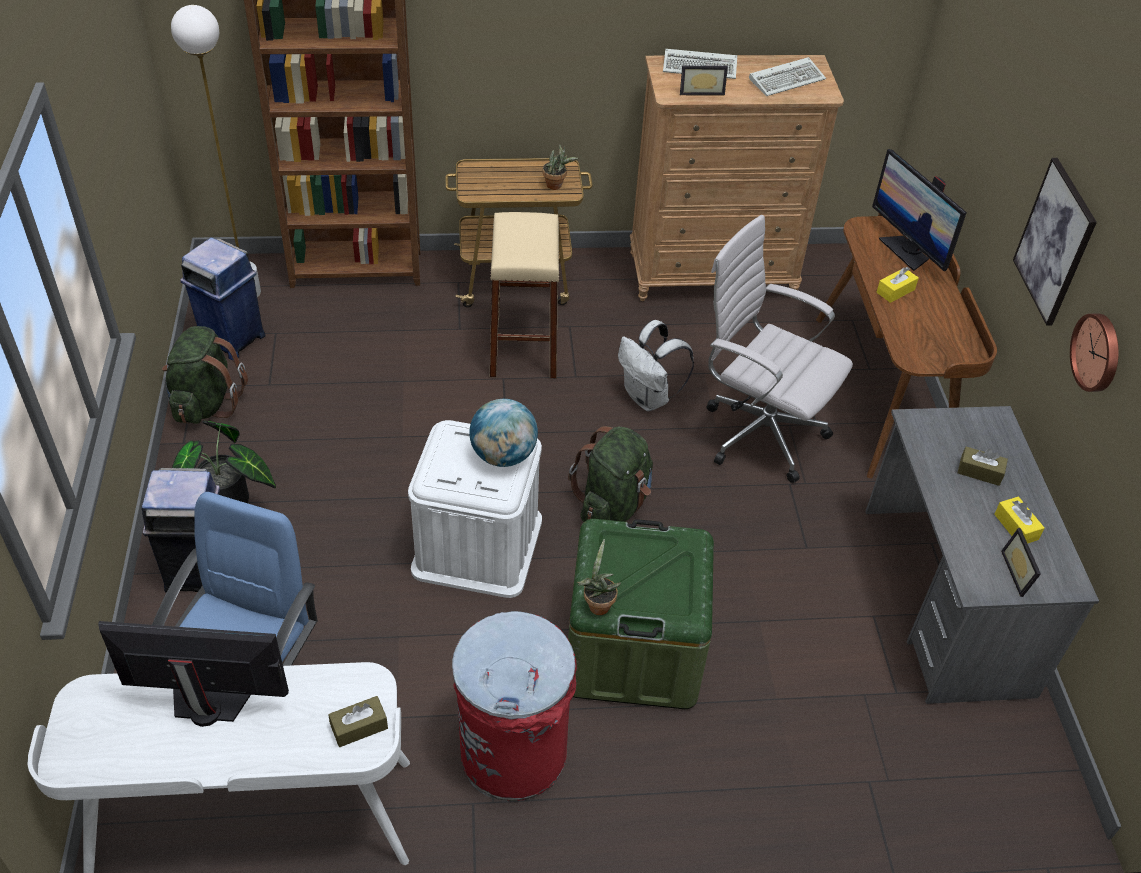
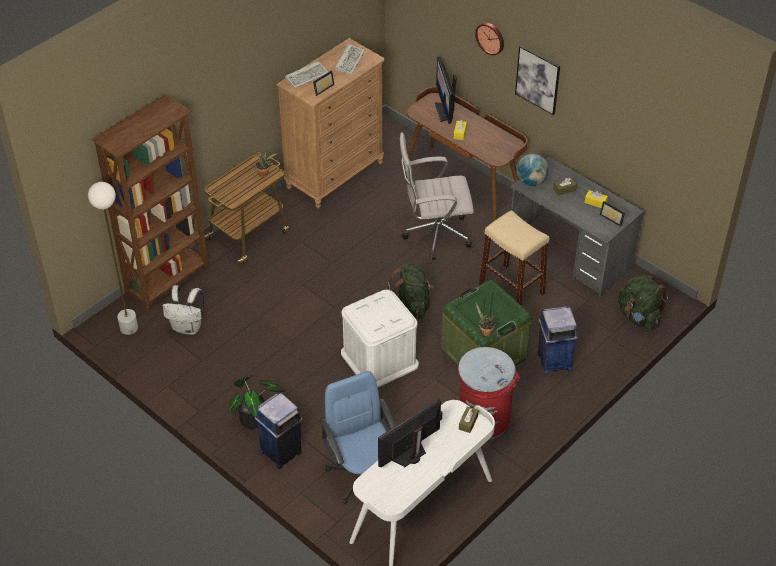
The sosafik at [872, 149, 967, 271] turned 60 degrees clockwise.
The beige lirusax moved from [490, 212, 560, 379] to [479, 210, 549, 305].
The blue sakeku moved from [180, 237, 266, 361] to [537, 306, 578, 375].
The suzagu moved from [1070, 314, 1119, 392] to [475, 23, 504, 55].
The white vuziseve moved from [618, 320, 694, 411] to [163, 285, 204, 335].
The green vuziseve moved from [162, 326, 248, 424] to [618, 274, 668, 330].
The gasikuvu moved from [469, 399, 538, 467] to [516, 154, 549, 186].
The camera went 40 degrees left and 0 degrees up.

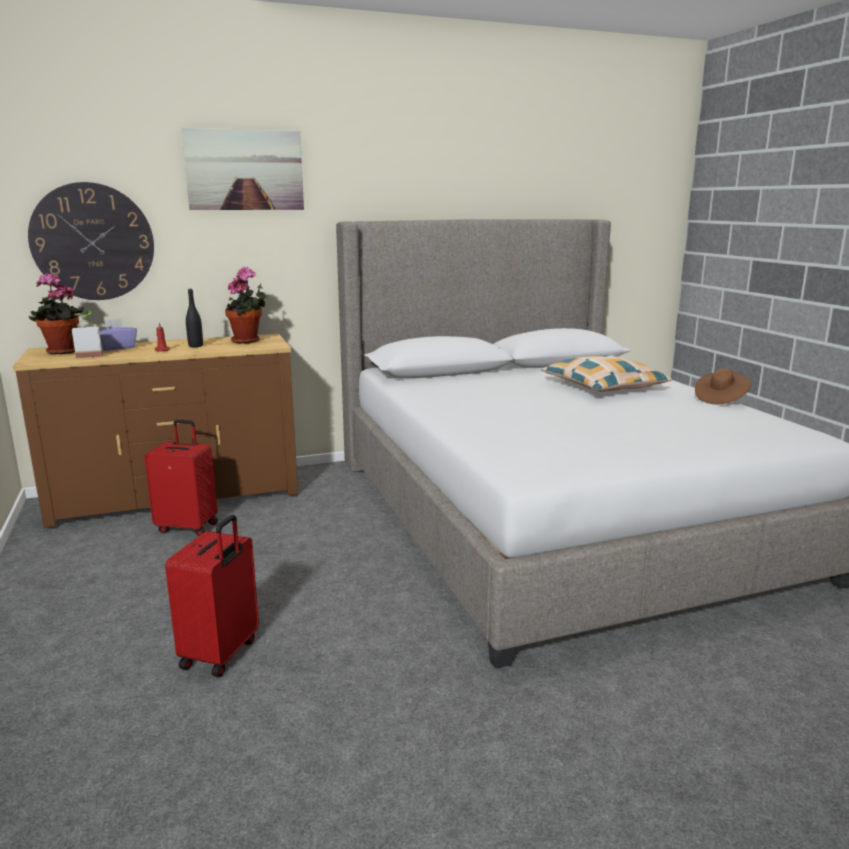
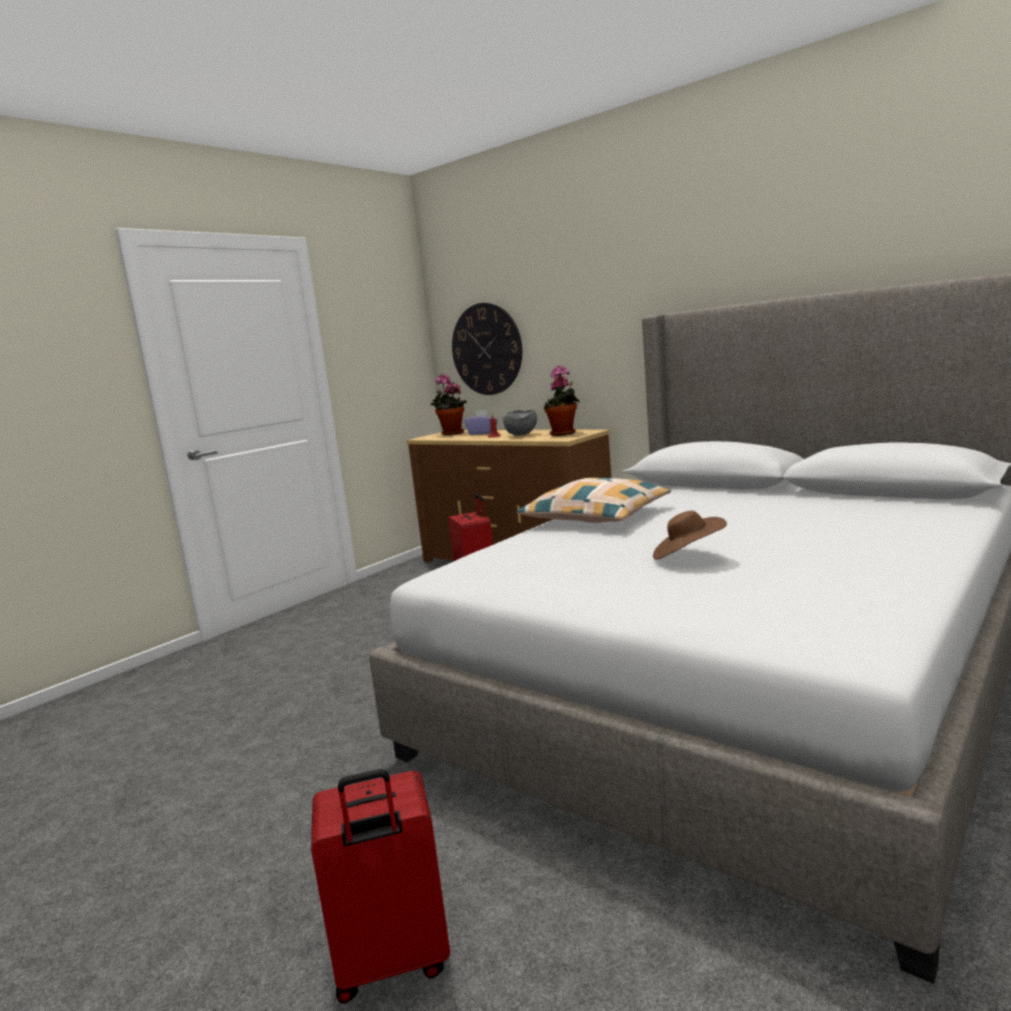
The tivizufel at [182, 128, 304, 210] disappeared.
The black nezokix at [186, 289, 203, 347] was replaced by the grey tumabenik at [503, 409, 537, 436].
The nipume at [72, 311, 103, 358] disappeared.
The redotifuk moved from [541, 355, 672, 392] to [516, 478, 671, 523].
The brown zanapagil moved from [695, 368, 752, 404] to [653, 511, 727, 559].
The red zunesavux moved from [165, 515, 259, 677] to [311, 769, 450, 1003].
The camera went 60 degrees right and 5 degrees down.

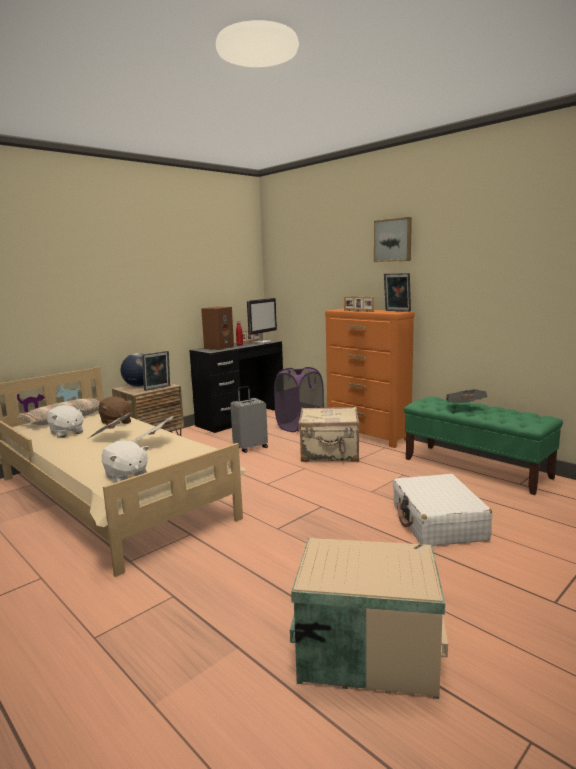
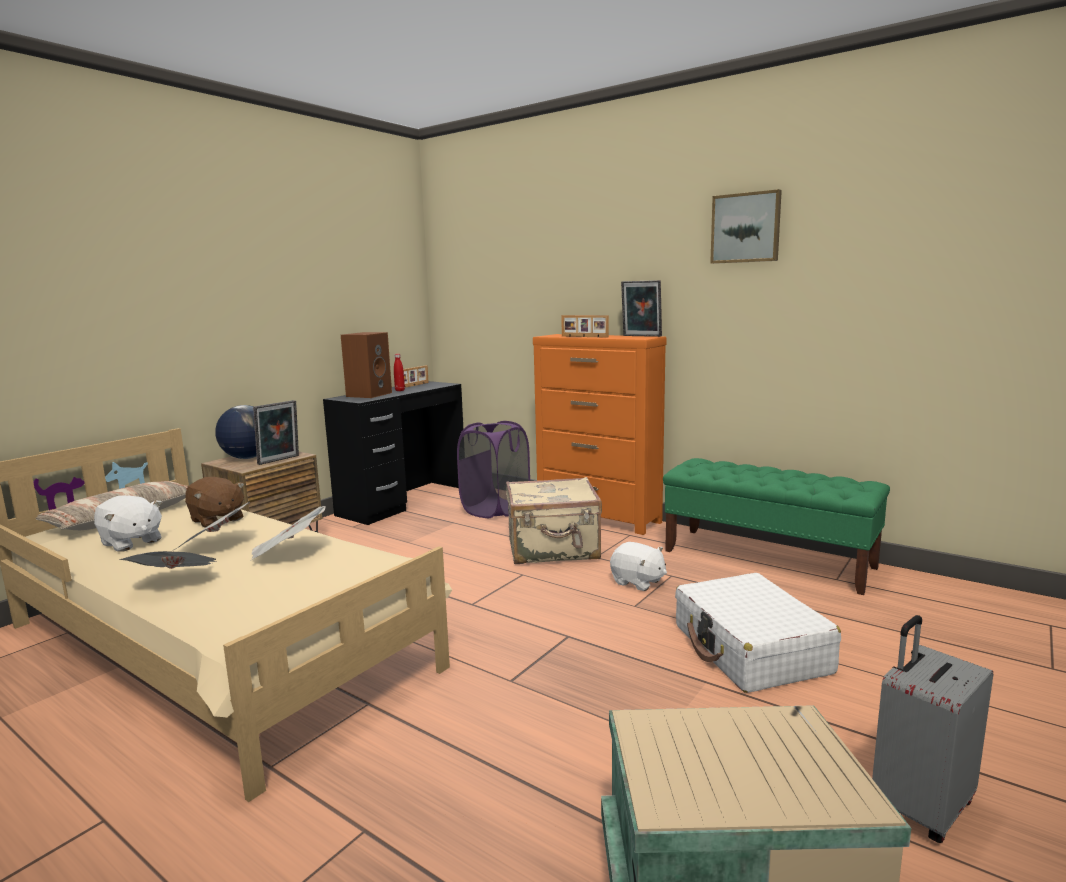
The tivizufel moved from [374, 217, 412, 262] to [710, 189, 782, 264].
The sosafik at [247, 298, 277, 344] disappeared.
The grey zunesavux moved from [230, 386, 268, 453] to [872, 615, 993, 843].
The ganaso moved from [446, 389, 487, 403] to [119, 551, 217, 569].
The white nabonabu moved from [102, 440, 149, 483] to [610, 542, 667, 591].
The camera went 10 degrees left and 0 degrees up.

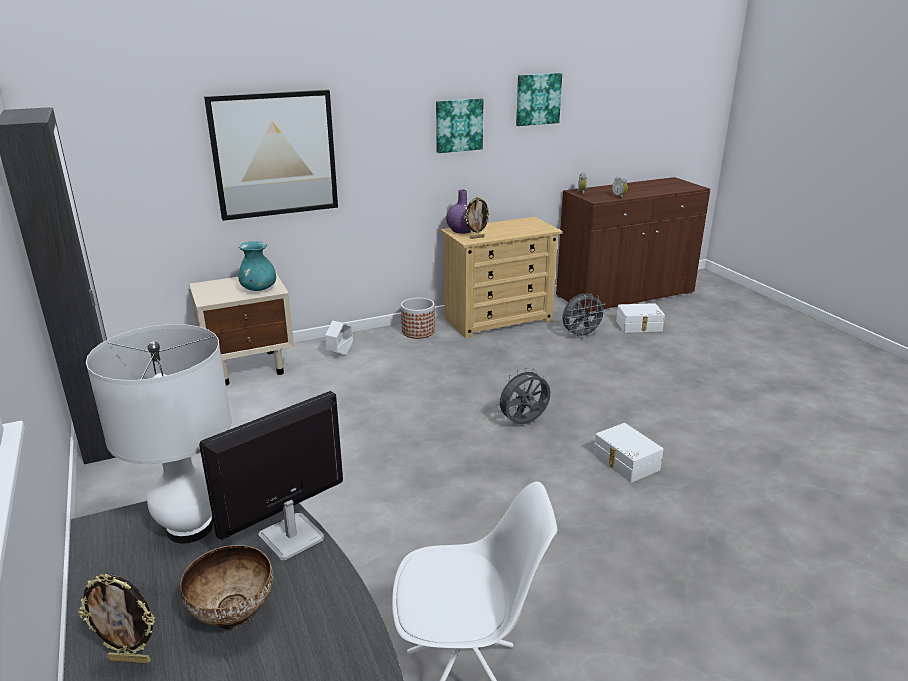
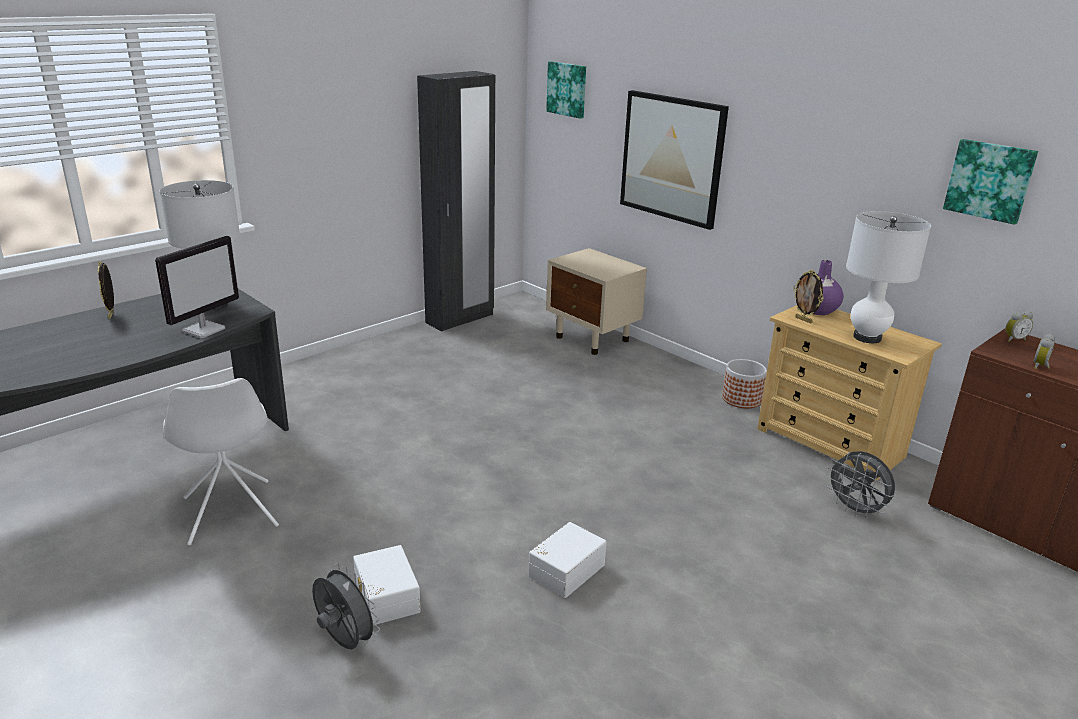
The tivizufel moved from [436, 98, 484, 153] to [546, 61, 586, 119].
The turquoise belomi at [238, 241, 276, 291] disappeared.
The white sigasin moved from [616, 303, 665, 333] to [353, 545, 421, 625].
The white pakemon at [325, 321, 353, 355] disappeared.
The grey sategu moved from [495, 368, 551, 424] to [312, 563, 380, 650].
The sosafik at [199, 391, 343, 560] turned 90 degrees clockwise.
The tumabenik at [180, 545, 273, 630] disappeared.
The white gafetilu at [846, 211, 931, 343] appeared.
The camera went 70 degrees right and 0 degrees up.

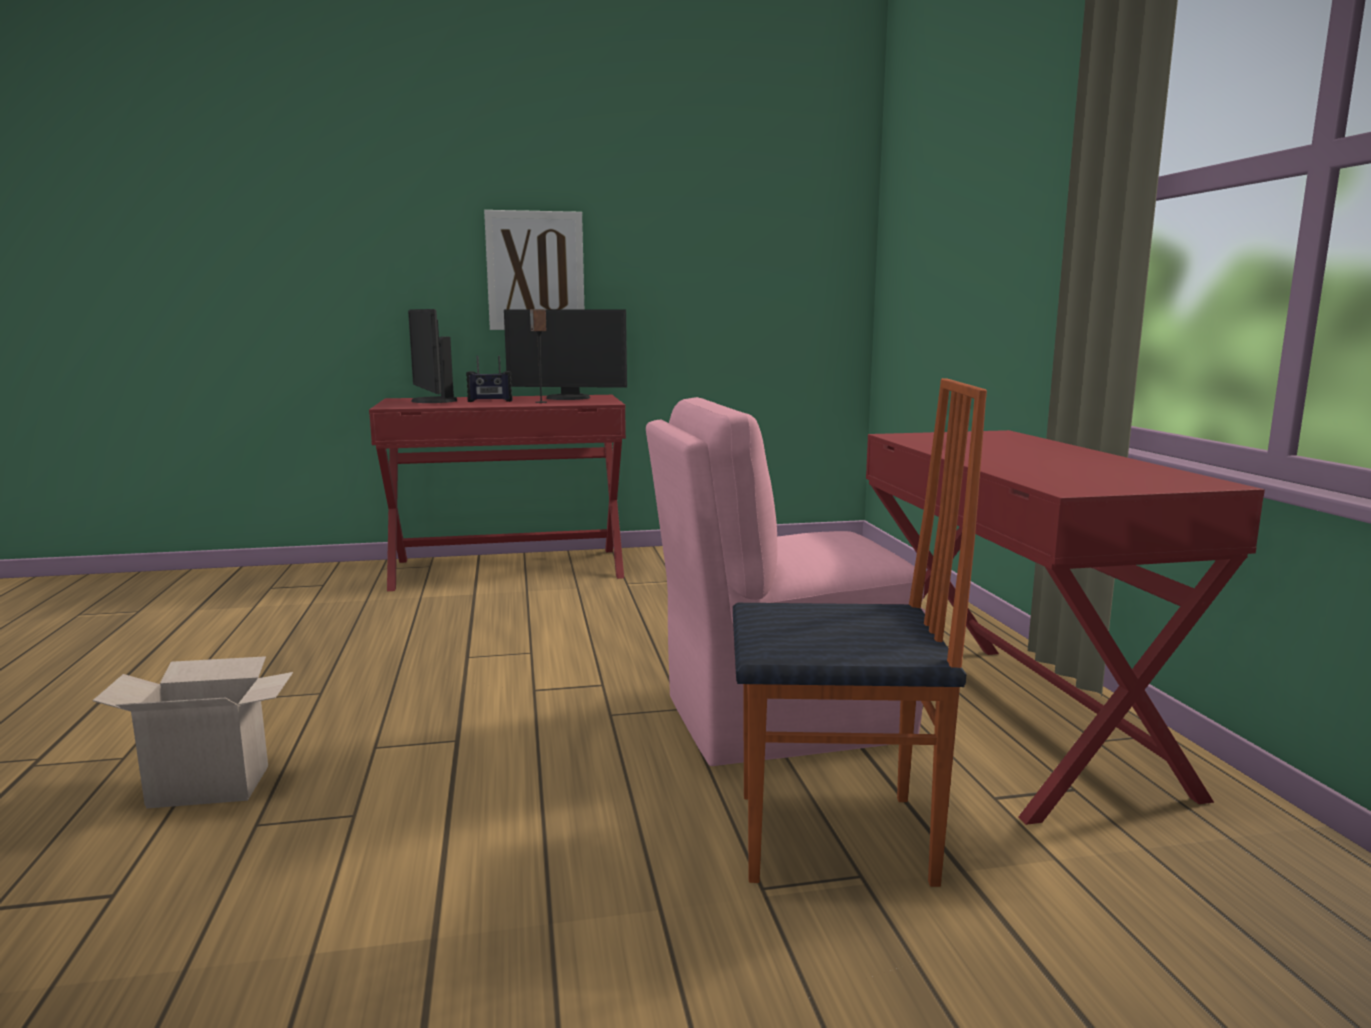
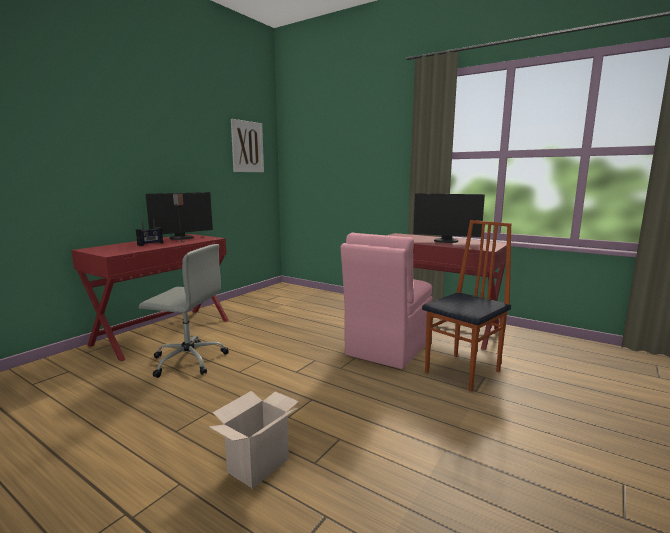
The tivizufel moved from [484, 210, 584, 330] to [231, 119, 264, 172].
The sosafik moved from [408, 309, 457, 403] to [413, 193, 485, 243].
The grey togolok at [139, 244, 229, 378] appeared.
The camera went 45 degrees left and 0 degrees up.

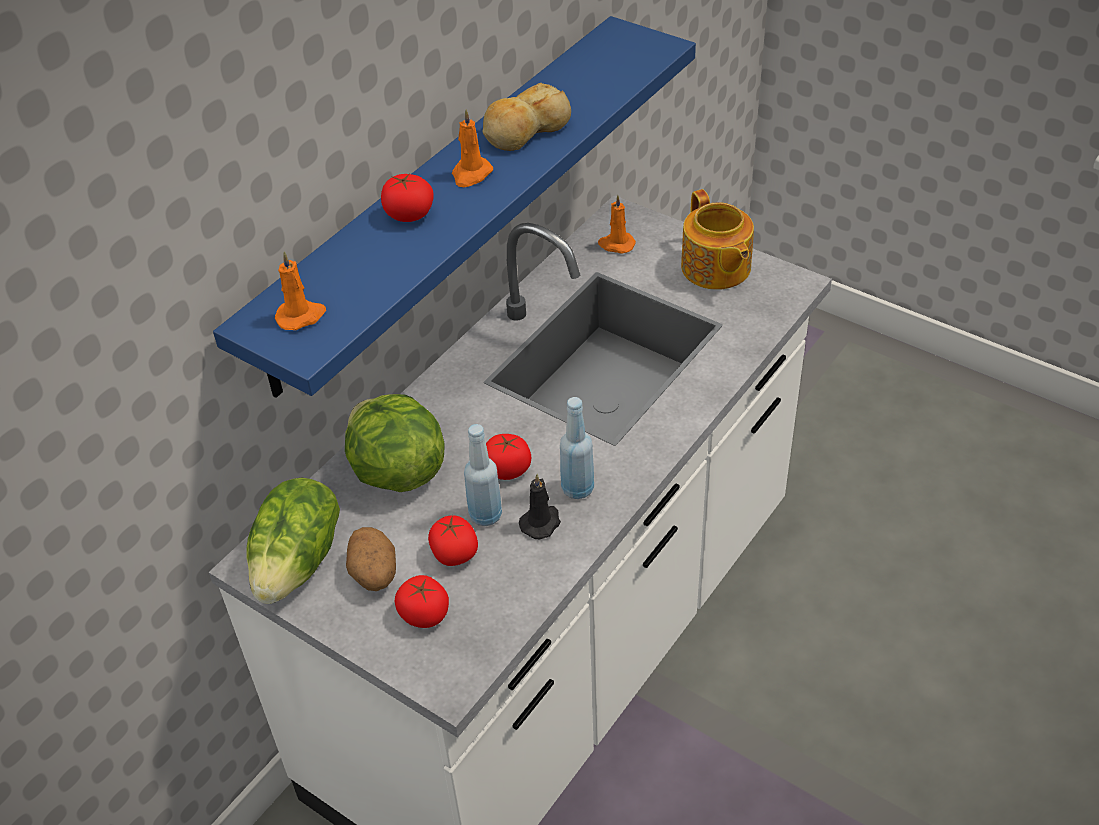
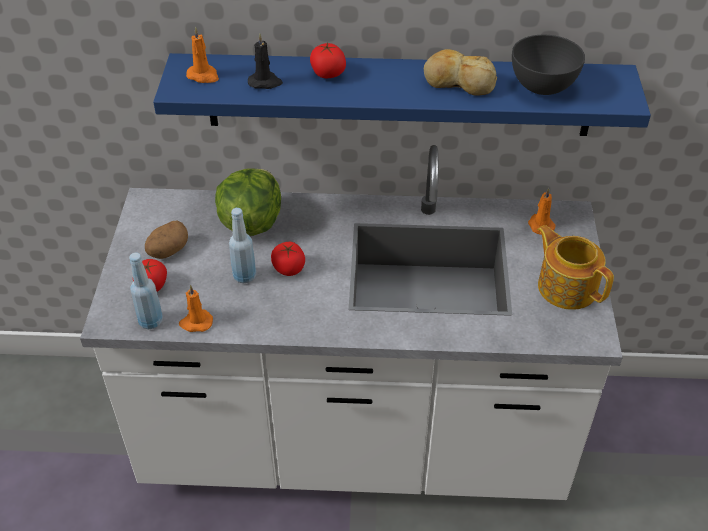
The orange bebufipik moved from [452, 109, 493, 187] to [179, 285, 213, 332].
The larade at [681, 189, 754, 290] turned 105 degrees clockwise.
The blue nezokix moved from [560, 397, 594, 499] to [129, 253, 163, 329].
The black bebufipik moved from [519, 474, 561, 540] to [248, 33, 283, 89].
The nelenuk at [246, 478, 340, 604] disappeared.
The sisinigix at [428, 515, 478, 566] disappeared.
The grey tumabenik at [512, 35, 585, 95] appeared.
The camera went 55 degrees right and 0 degrees up.

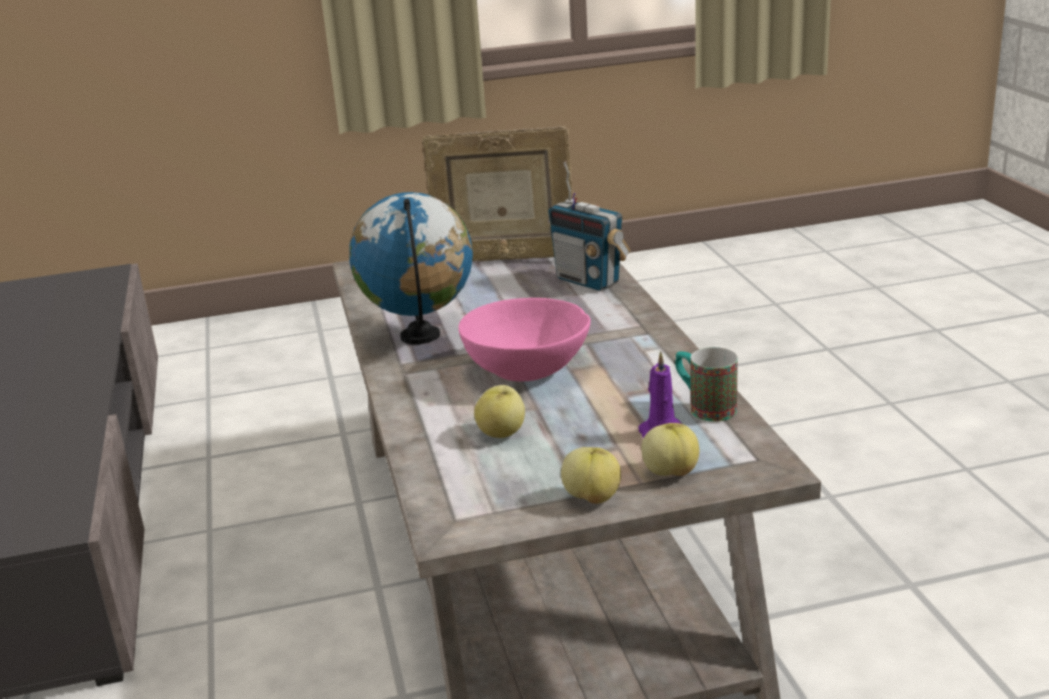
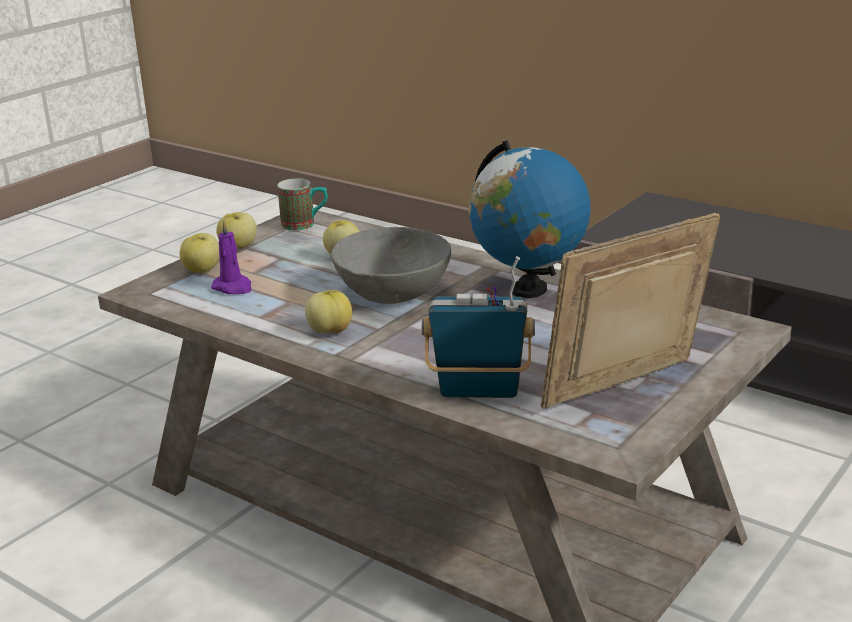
The pink tumabenik at [458, 298, 591, 382] became the grey tumabenik at [331, 227, 451, 304].
The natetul moved from [675, 347, 738, 422] to [277, 178, 328, 230].
The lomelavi at [305, 290, 352, 333] appeared.
The camera went 140 degrees right and 0 degrees up.

